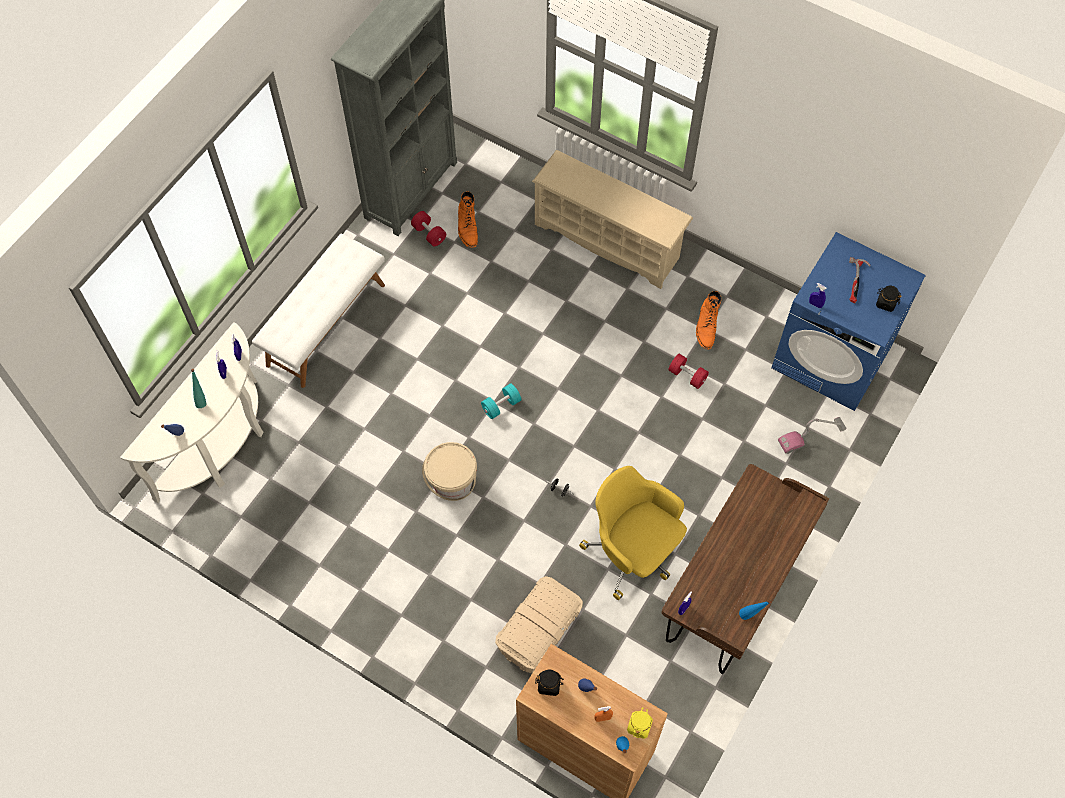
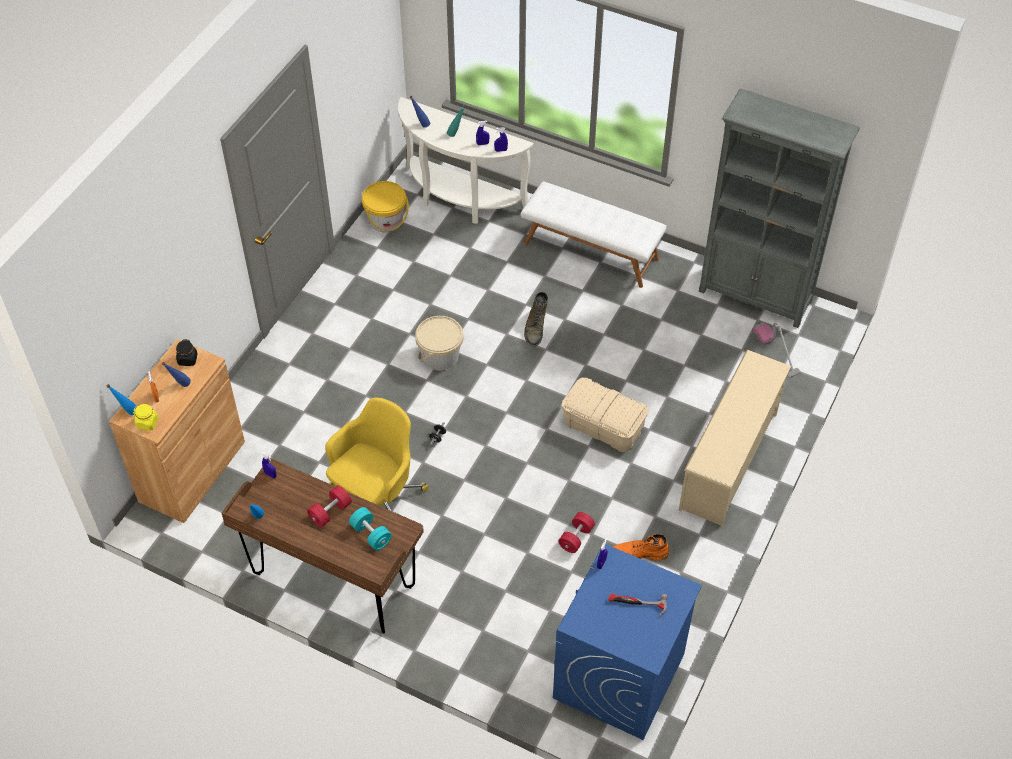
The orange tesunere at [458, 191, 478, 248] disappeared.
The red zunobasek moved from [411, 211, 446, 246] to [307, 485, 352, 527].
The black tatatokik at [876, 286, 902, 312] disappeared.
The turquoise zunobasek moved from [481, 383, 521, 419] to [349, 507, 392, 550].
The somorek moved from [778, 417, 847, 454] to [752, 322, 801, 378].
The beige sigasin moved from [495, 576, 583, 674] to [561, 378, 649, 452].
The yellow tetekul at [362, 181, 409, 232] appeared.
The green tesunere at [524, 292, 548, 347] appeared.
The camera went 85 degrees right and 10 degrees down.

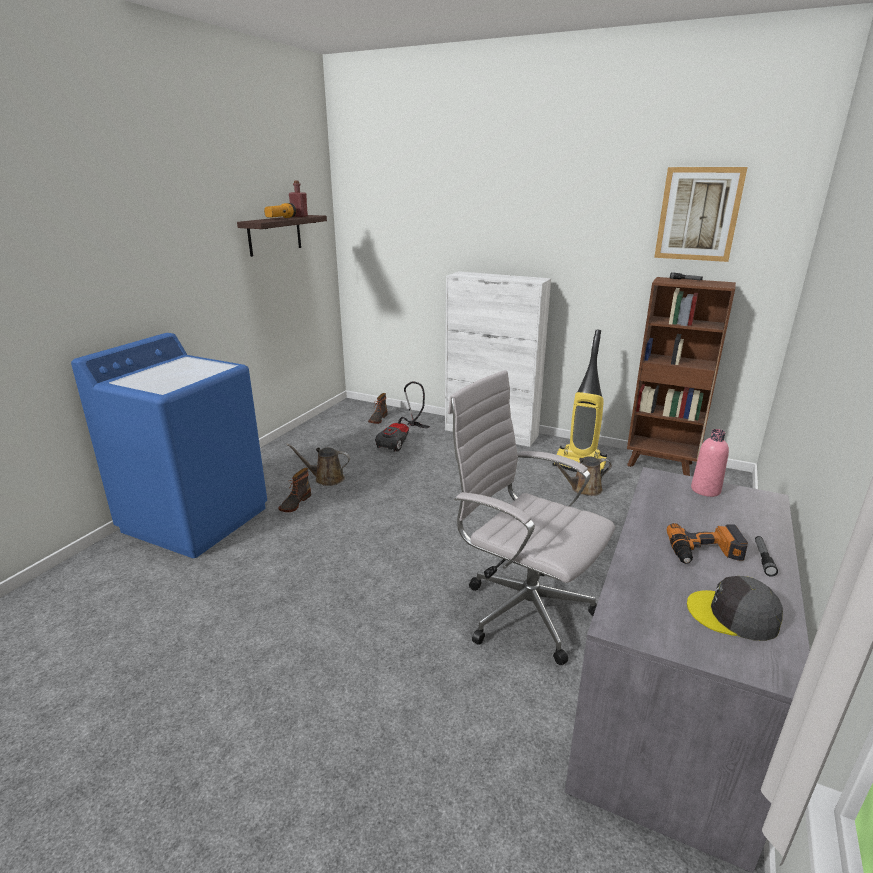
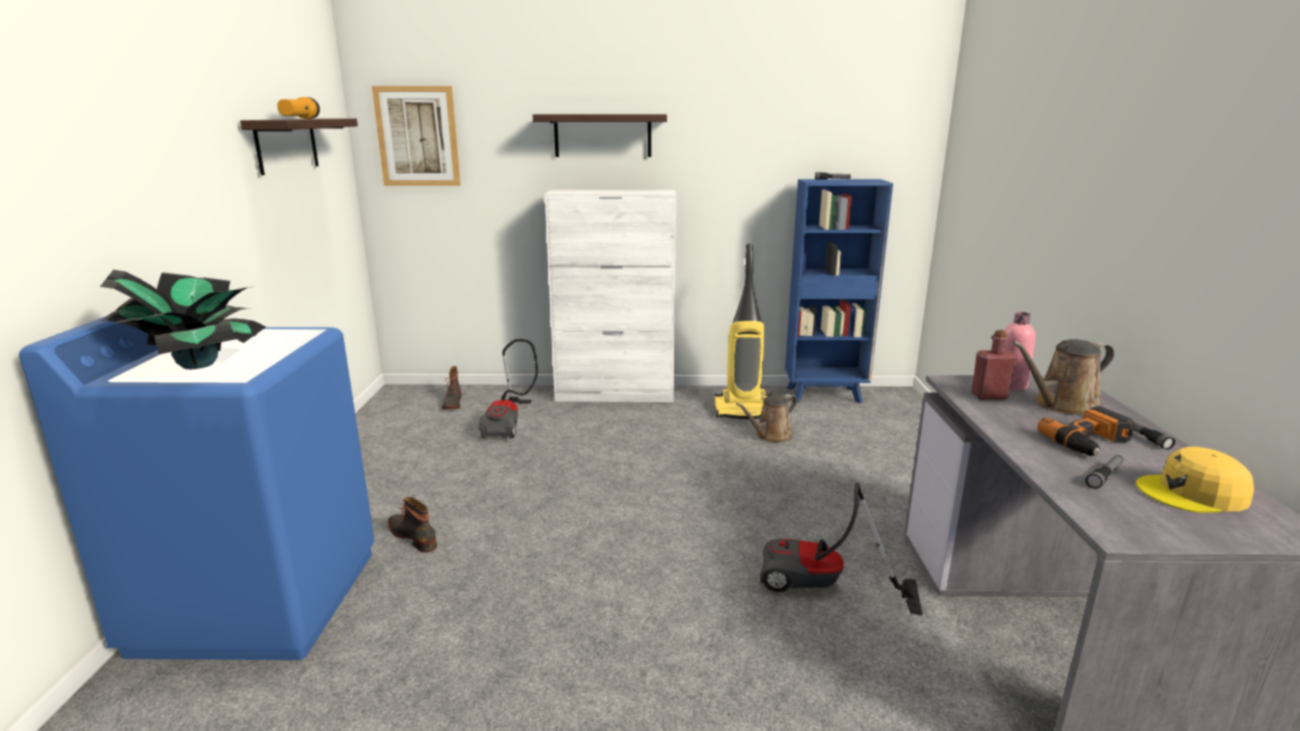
The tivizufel moved from [654, 167, 748, 262] to [372, 86, 461, 186].
The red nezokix moved from [289, 180, 308, 217] to [971, 330, 1017, 399].
The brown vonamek at [627, 277, 736, 476] became the blue vonamek at [785, 179, 893, 404].
The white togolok at [448, 370, 615, 665] was replaced by the somorek at [760, 483, 922, 616].
The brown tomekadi moved from [286, 443, 350, 486] to [1012, 339, 1115, 415].
The tesunere at [278, 468, 311, 512] turned 135 degrees clockwise.
The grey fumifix at [687, 576, 783, 641] became the yellow fumifix at [1136, 447, 1254, 513].
The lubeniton at [533, 114, 667, 157] appeared.
The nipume at [100, 270, 266, 369] appeared.
The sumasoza at [1086, 455, 1123, 489] appeared.
The camera went 25 degrees left and 5 degrees down.

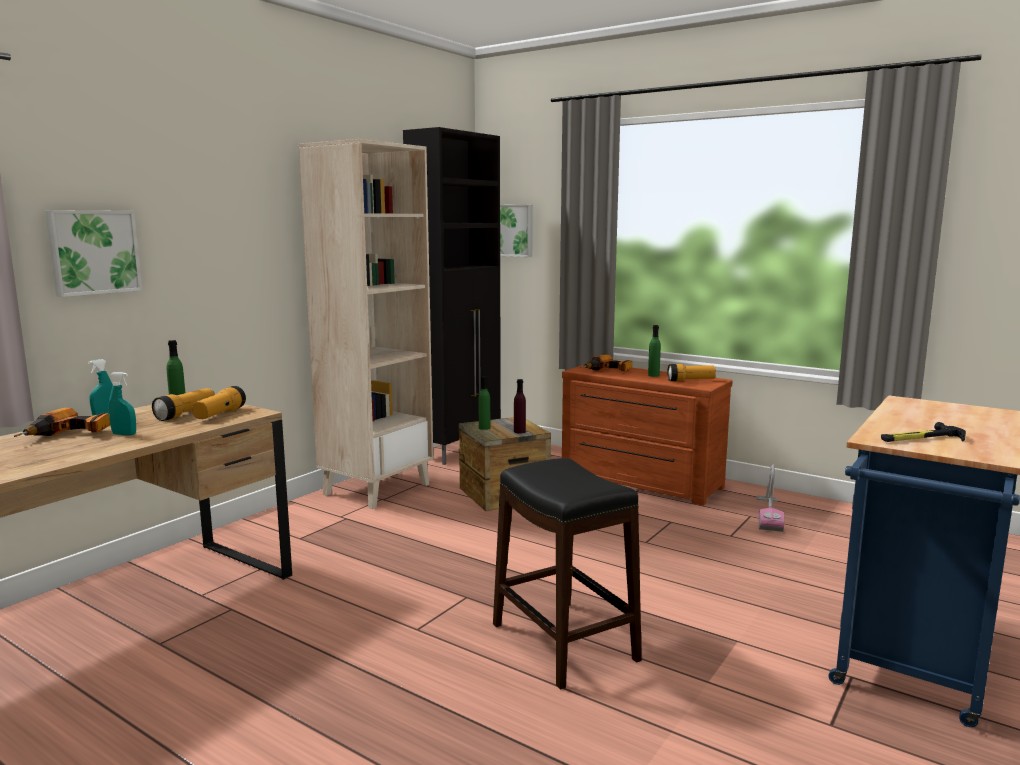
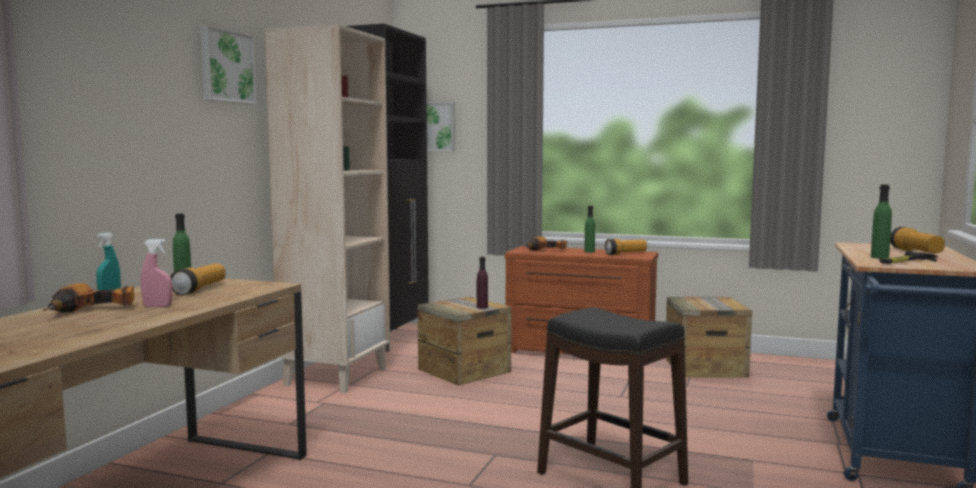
The tivizufel moved from [45, 210, 142, 297] to [200, 25, 256, 104].
The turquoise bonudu at [109, 372, 136, 436] became the pink bonudu at [141, 239, 173, 307].
The green nezokix moved from [479, 376, 490, 430] to [871, 185, 892, 259].
The sumasoza moved from [192, 386, 246, 419] to [890, 227, 945, 253].
The somorek at [756, 465, 784, 532] was replaced by the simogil at [665, 297, 752, 378].
The camera went 15 degrees left and 5 degrees down.

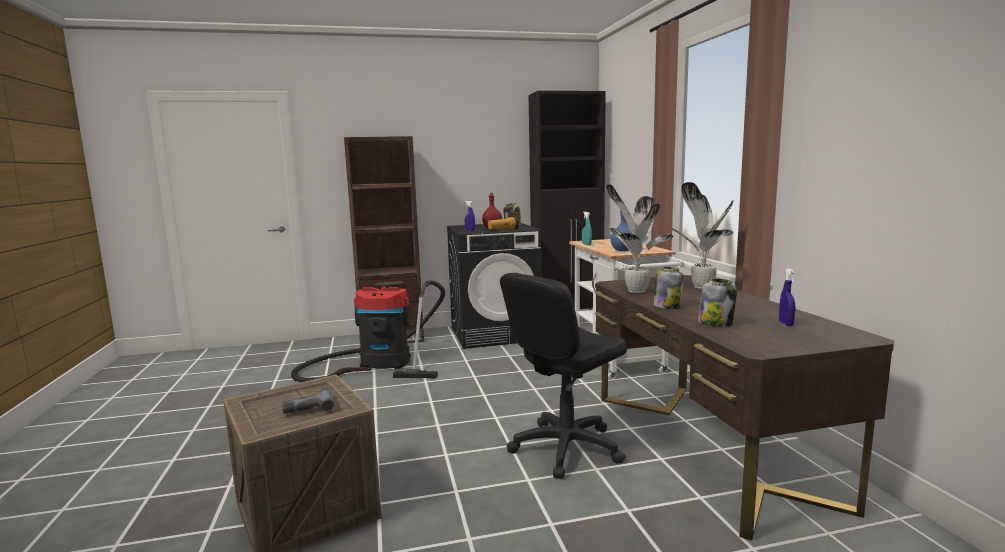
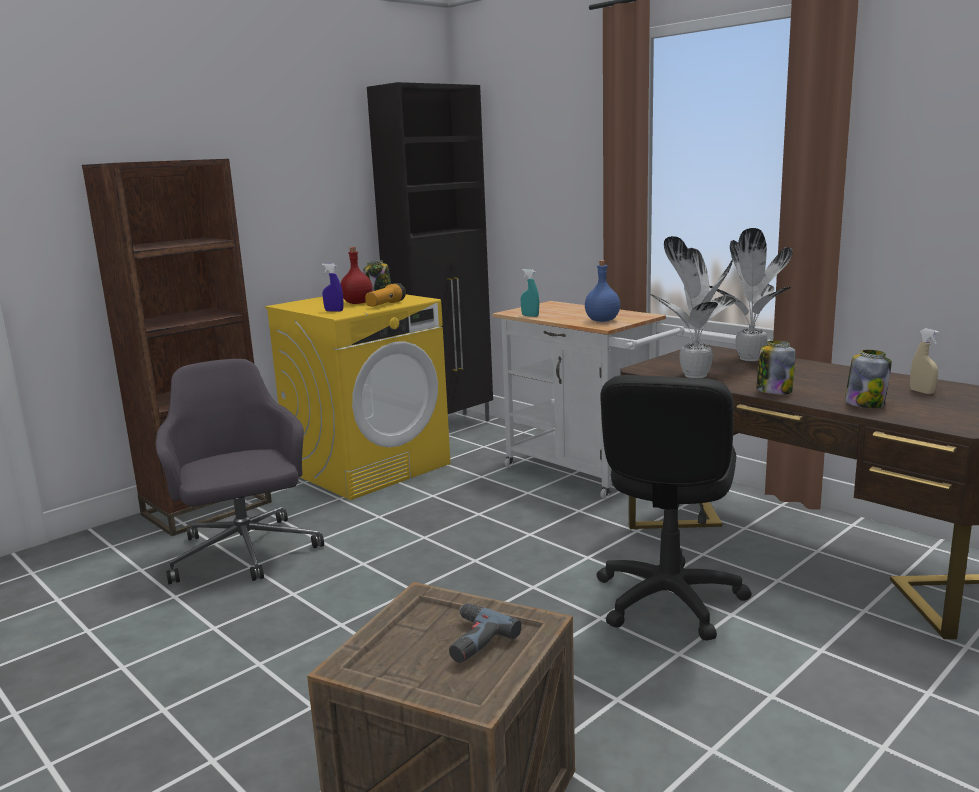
The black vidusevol at [447, 223, 542, 349] became the yellow vidusevol at [265, 294, 451, 500].
The blue bonudu at [779, 268, 795, 326] became the beige bonudu at [910, 329, 939, 394].
The somorek at [291, 280, 445, 382] was replaced by the grey togolok at [156, 359, 324, 584].
The camera went 30 degrees left and 5 degrees up.

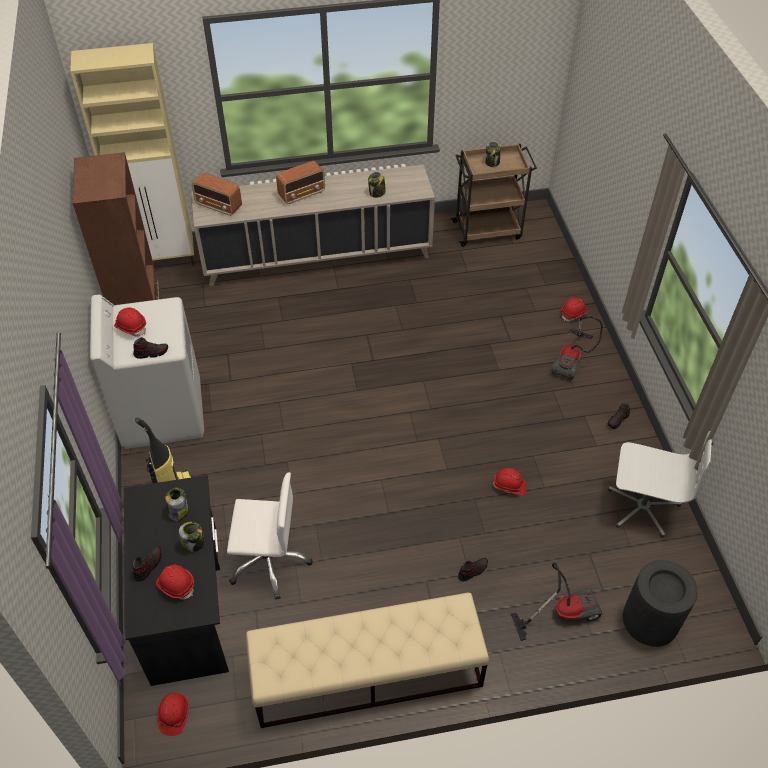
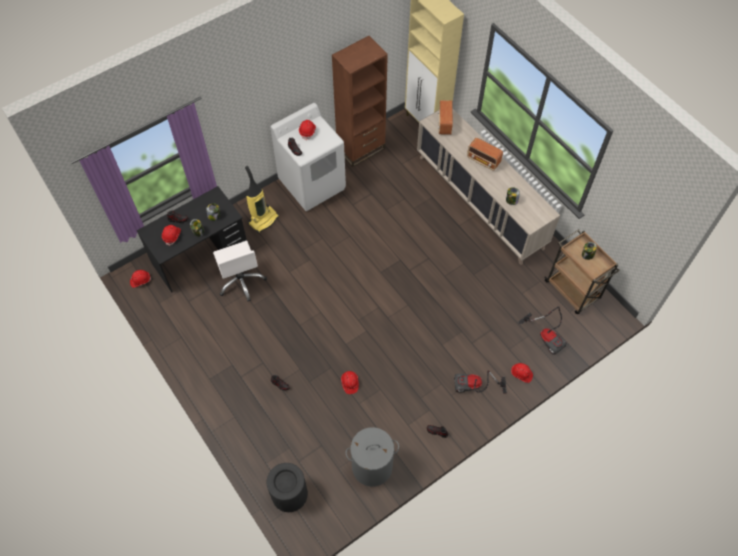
The white togolok at [608, 431, 712, 538] was replaced by the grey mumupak at [346, 427, 399, 487].
The somorek moved from [511, 562, 603, 641] to [518, 306, 567, 355].
The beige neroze at [246, 593, 489, 728] disappeared.
The camera went 65 degrees right and 10 degrees up.

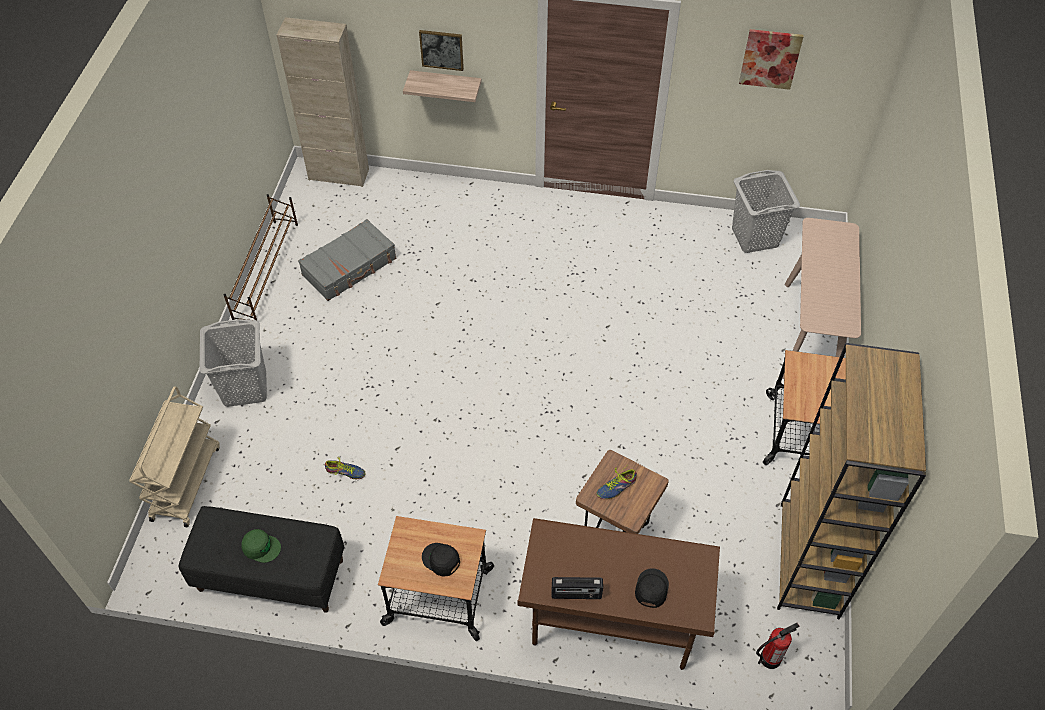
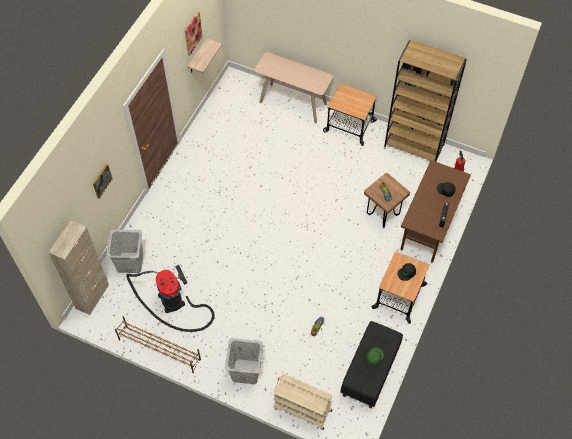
The lubeniton moved from [403, 70, 481, 102] to [187, 38, 222, 73].
The grey mumupak moved from [732, 170, 800, 253] to [106, 229, 143, 273].
The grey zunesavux at [298, 219, 396, 301] was replaced by the somorek at [126, 265, 215, 332].
The camera went 75 degrees left and 5 degrees up.

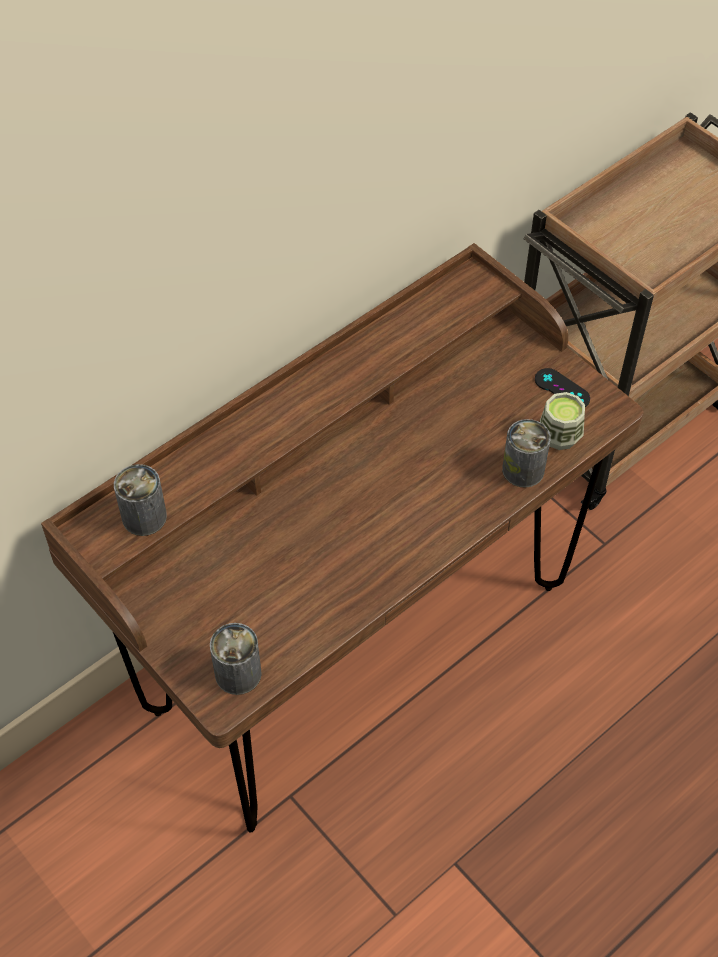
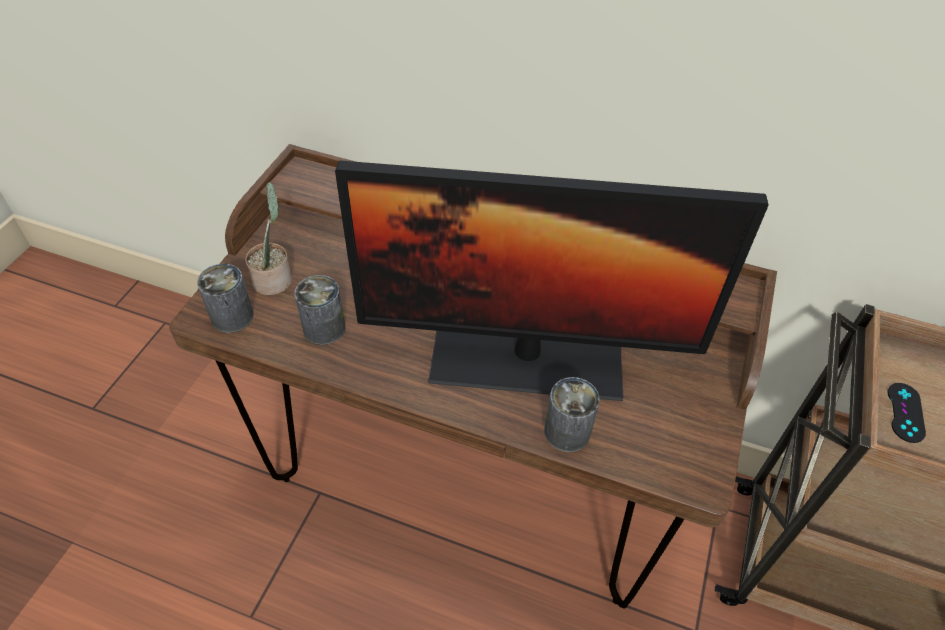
The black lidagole moved from [535, 368, 590, 407] to [887, 383, 926, 443].
The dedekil at [540, 392, 585, 450] disappeared.
The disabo moved from [114, 464, 167, 536] to [294, 275, 345, 345].
The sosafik at [335, 161, 769, 401] appeared.
The nipume at [245, 182, 292, 296] appeared.
The camera went 60 degrees right and 5 degrees down.

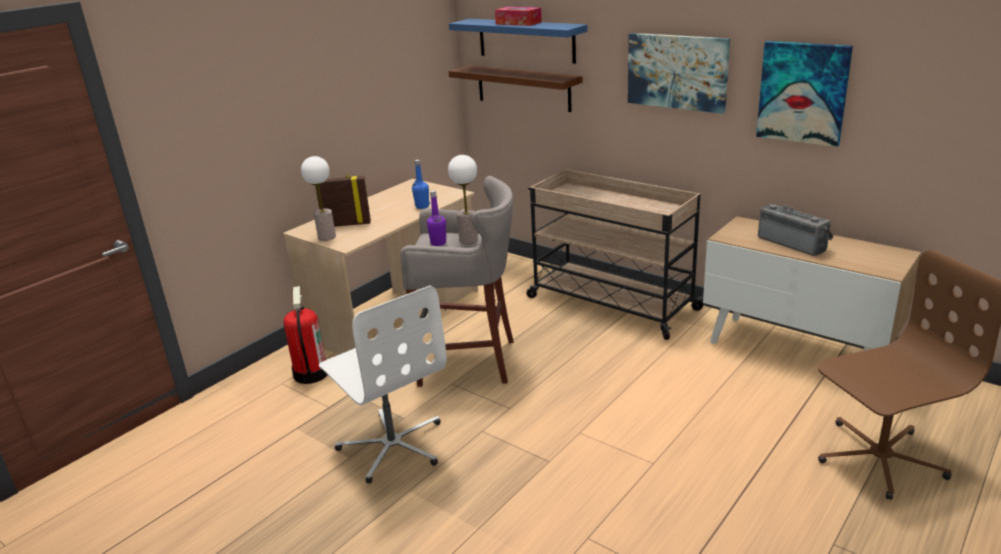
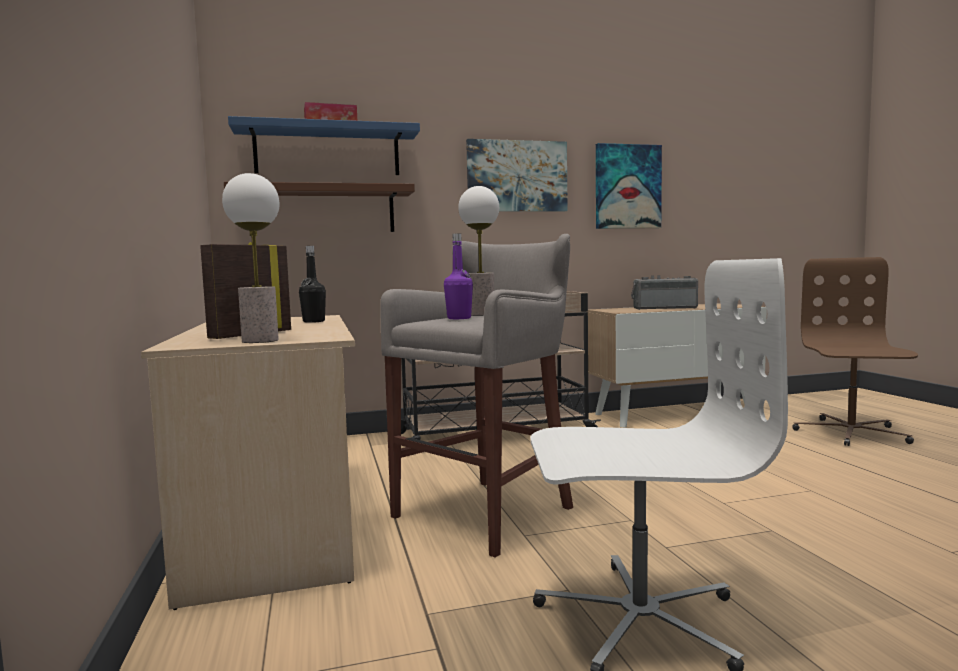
The blue nezokix at [412, 160, 430, 209] became the black nezokix at [299, 246, 326, 323].
The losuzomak at [284, 286, 327, 384] disappeared.
The camera went 55 degrees left and 20 degrees down.

